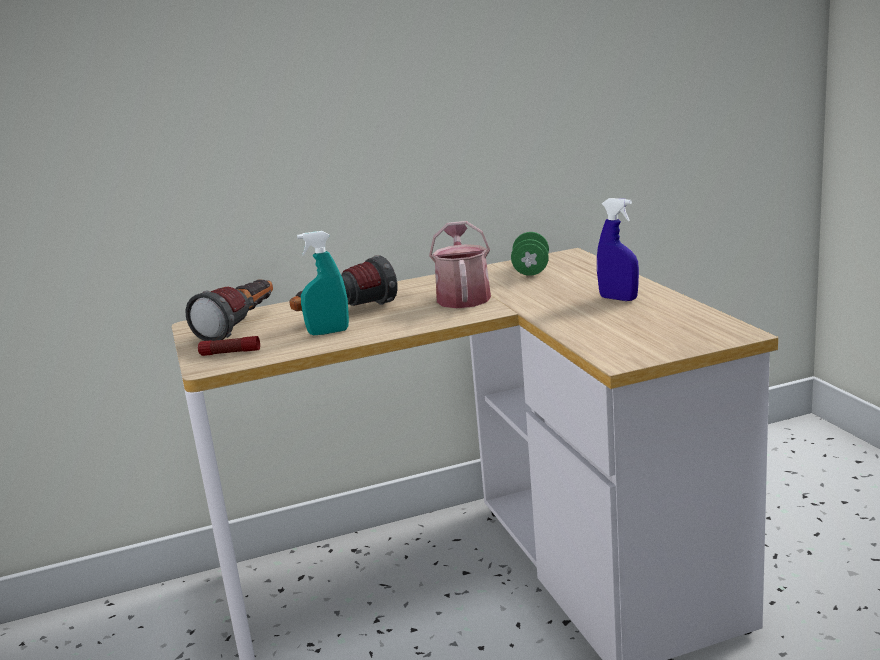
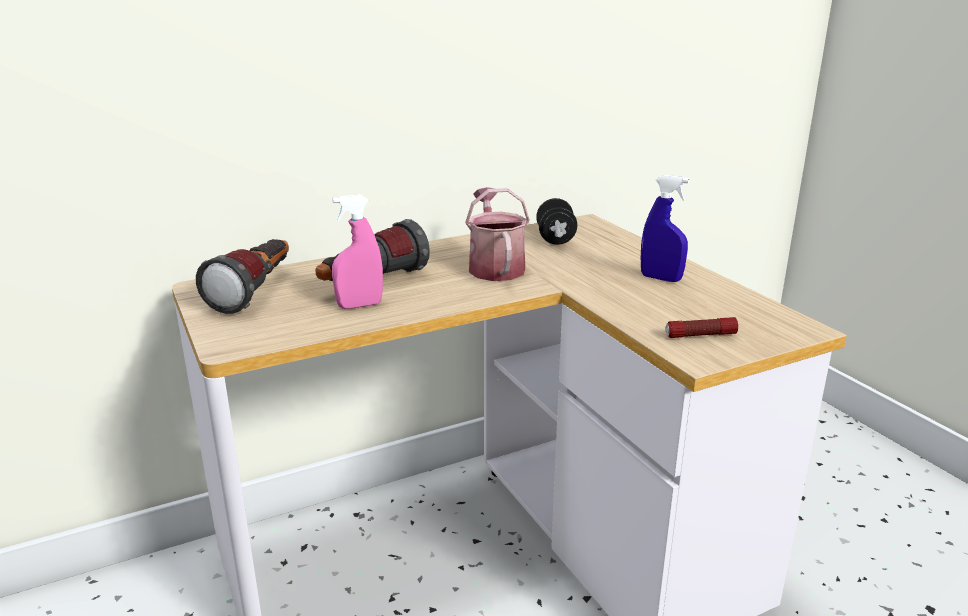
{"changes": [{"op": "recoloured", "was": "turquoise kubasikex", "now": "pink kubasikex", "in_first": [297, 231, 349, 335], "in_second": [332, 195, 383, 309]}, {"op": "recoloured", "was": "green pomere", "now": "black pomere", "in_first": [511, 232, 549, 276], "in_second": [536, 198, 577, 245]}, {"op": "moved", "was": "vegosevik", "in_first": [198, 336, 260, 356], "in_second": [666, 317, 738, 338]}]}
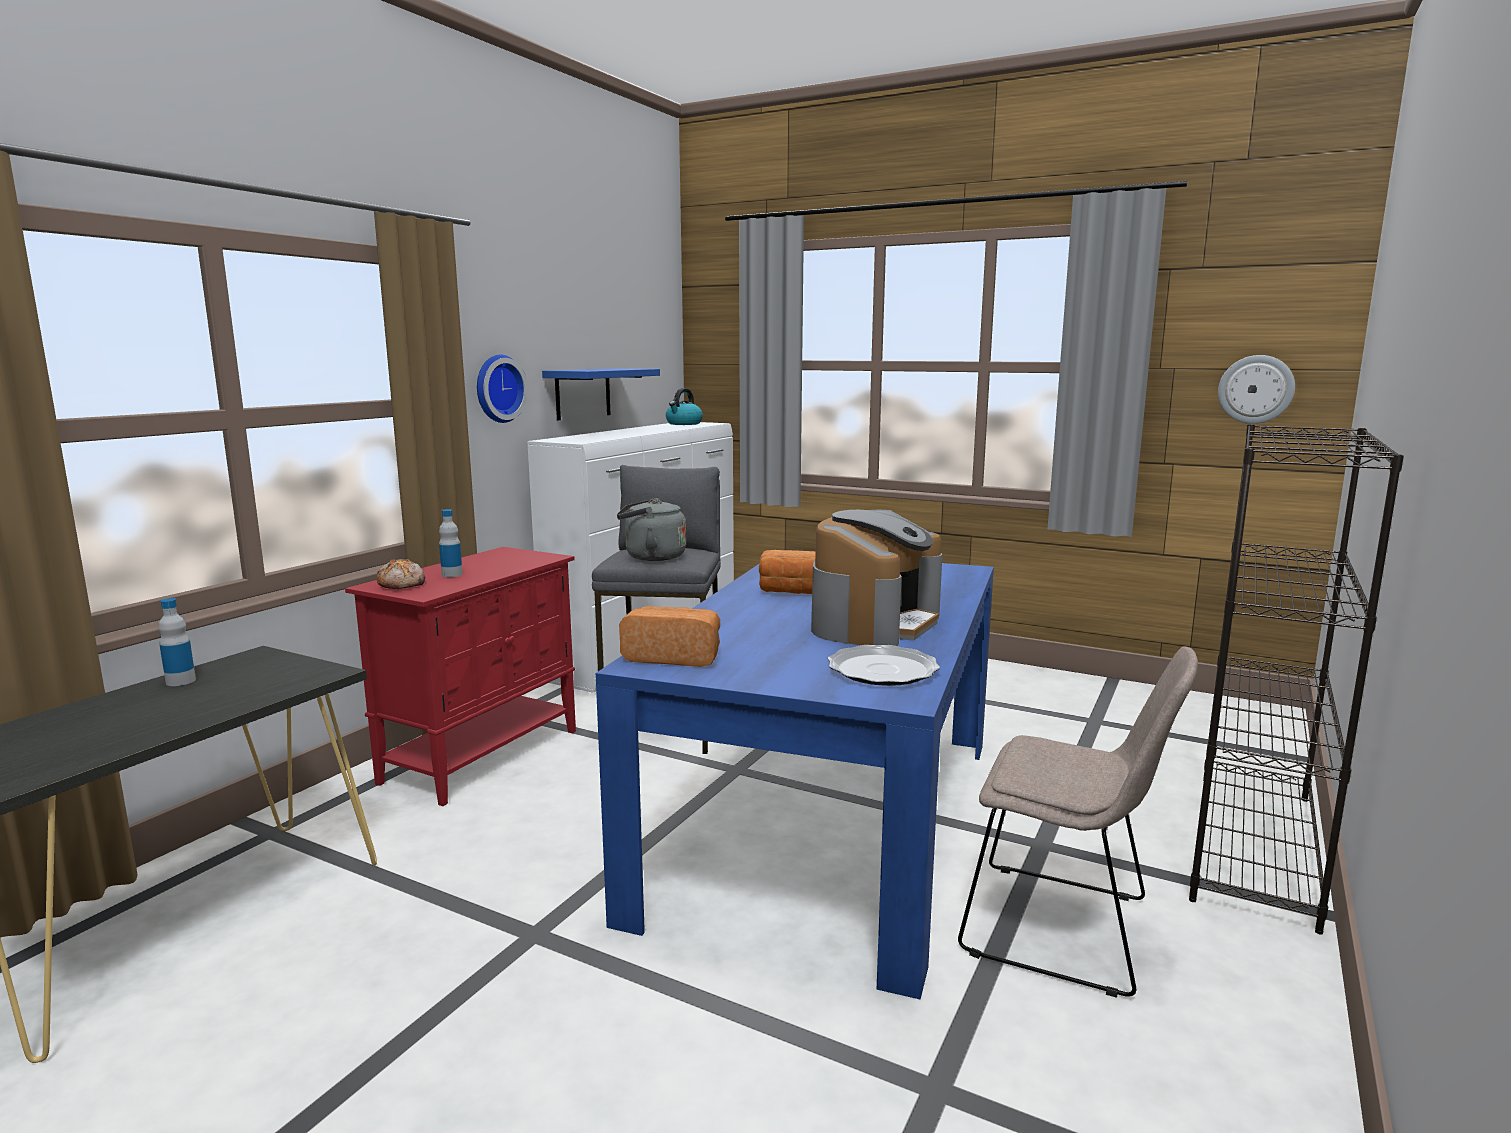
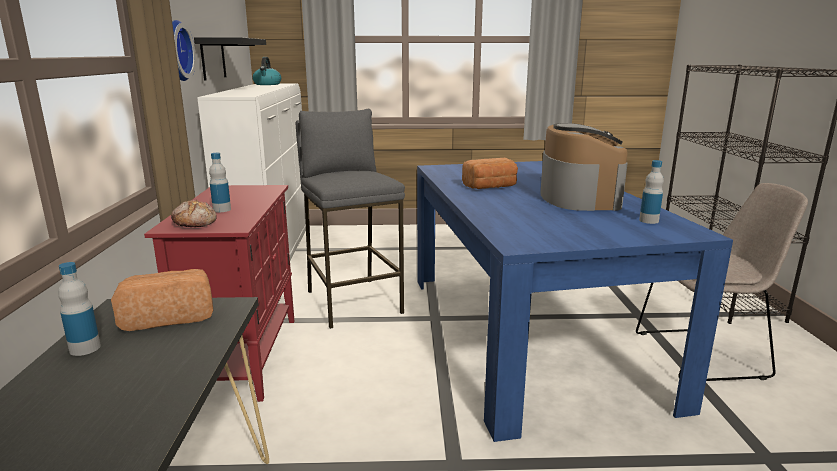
{"changes": [{"op": "moved", "was": "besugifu", "in_first": [619, 606, 720, 667], "in_second": [111, 269, 213, 331]}, {"op": "recoloured", "was": "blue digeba", "now": "black digeba", "in_first": [542, 368, 660, 420], "in_second": [194, 37, 266, 80]}, {"op": "replaced", "was": "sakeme", "now": "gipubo", "in_first": [828, 645, 940, 686], "in_second": [639, 160, 664, 224]}, {"op": "removed", "was": "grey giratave", "in_first": [617, 498, 686, 561]}, {"op": "removed", "was": "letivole", "in_first": [1218, 355, 1295, 424]}]}
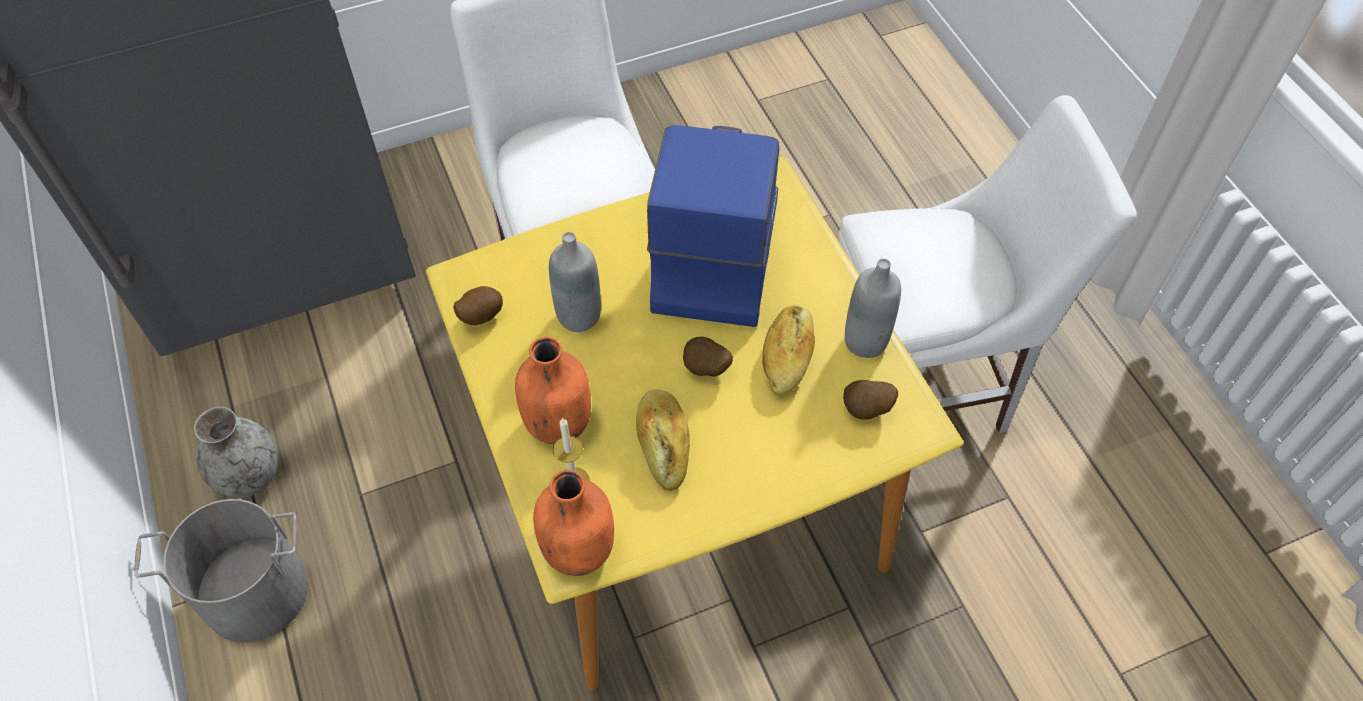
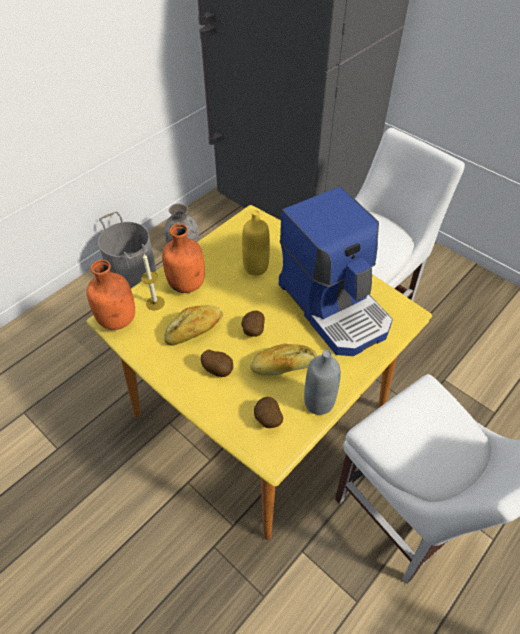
{"changes": [{"op": "moved", "was": "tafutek", "in_first": [453, 286, 503, 325], "in_second": [201, 350, 233, 377]}, {"op": "recoloured", "was": "grey gipubo", "now": "yellow gipubo", "in_first": [549, 232, 601, 332], "in_second": [242, 210, 270, 275]}, {"op": "turned", "was": "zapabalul", "in_first": [647, 125, 779, 327], "in_second": [279, 187, 393, 356], "clockwise": 75}]}
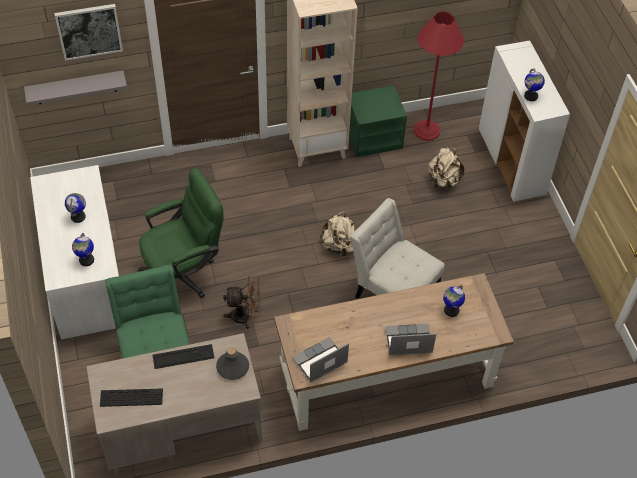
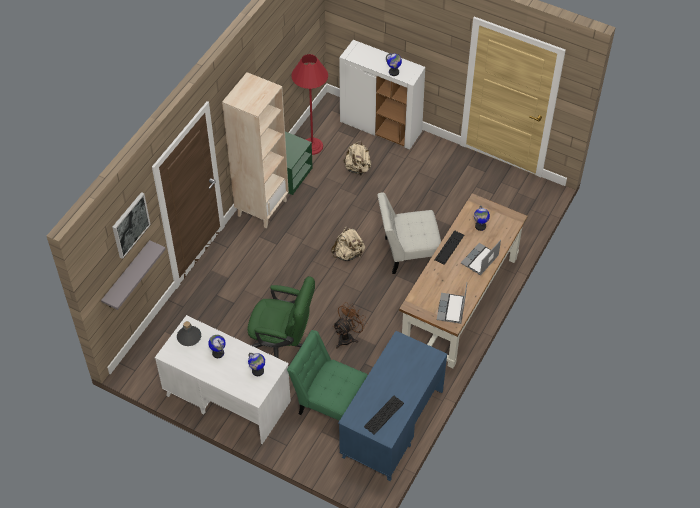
{"changes": [{"op": "moved", "was": "grey gipubo", "in_first": [216, 347, 249, 380], "in_second": [177, 321, 201, 346]}, {"op": "turned", "was": "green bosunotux", "in_first": [138, 168, 224, 298], "in_second": [247, 276, 315, 358], "clockwise": 90}, {"op": "recoloured", "was": "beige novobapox", "now": "blue novobapox", "in_first": [86, 333, 262, 476], "in_second": [338, 331, 447, 481]}, {"op": "moved", "was": "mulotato", "in_first": [153, 344, 214, 369], "in_second": [434, 230, 464, 265]}]}
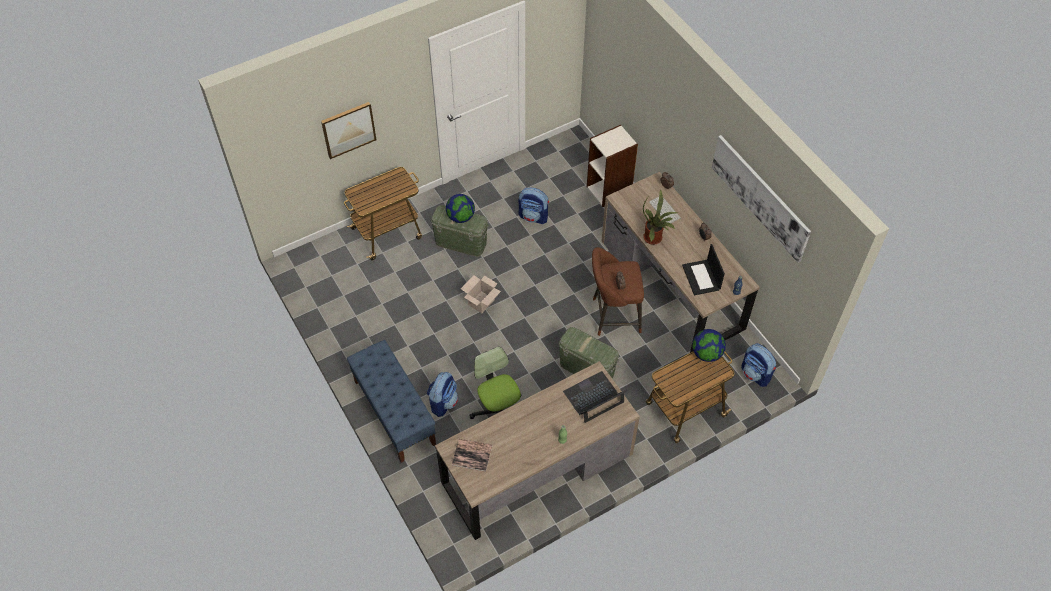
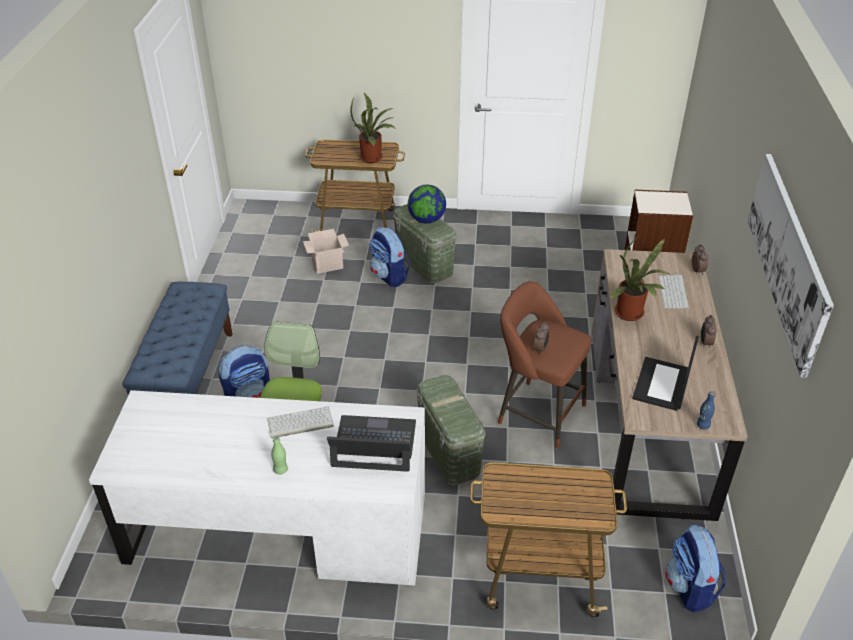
{"changes": [{"op": "recoloured", "was": "brown novobapox", "now": "white novobapox", "in_first": [435, 361, 640, 540], "in_second": [89, 390, 425, 586]}, {"op": "added", "now": "mulotato", "in_second": [267, 407, 334, 438]}, {"op": "moved", "was": "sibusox", "in_first": [461, 275, 501, 313], "in_second": [303, 229, 349, 274]}, {"op": "added", "now": "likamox", "in_second": [350, 93, 396, 163]}, {"op": "moved", "was": "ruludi", "in_first": [519, 188, 549, 224], "in_second": [369, 227, 410, 287]}, {"op": "removed", "was": "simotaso", "in_first": [321, 102, 377, 159]}, {"op": "removed", "was": "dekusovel", "in_first": [452, 439, 492, 472]}, {"op": "removed", "was": "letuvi", "in_first": [692, 329, 726, 362]}]}
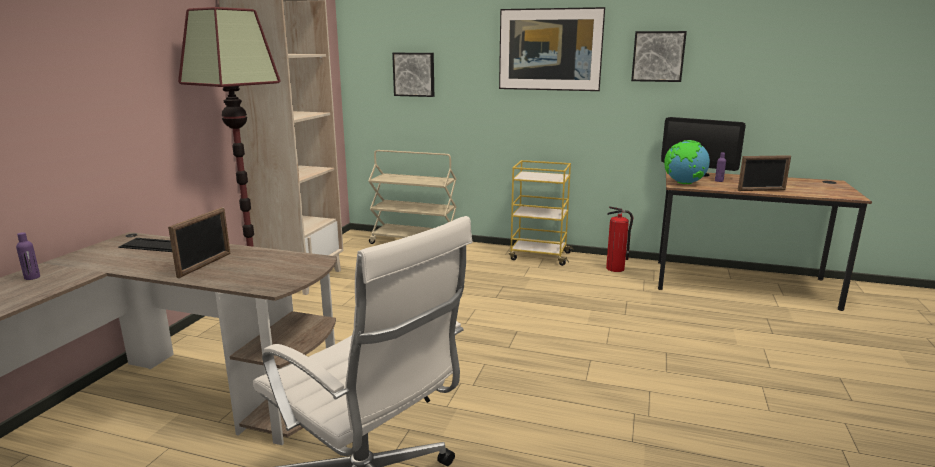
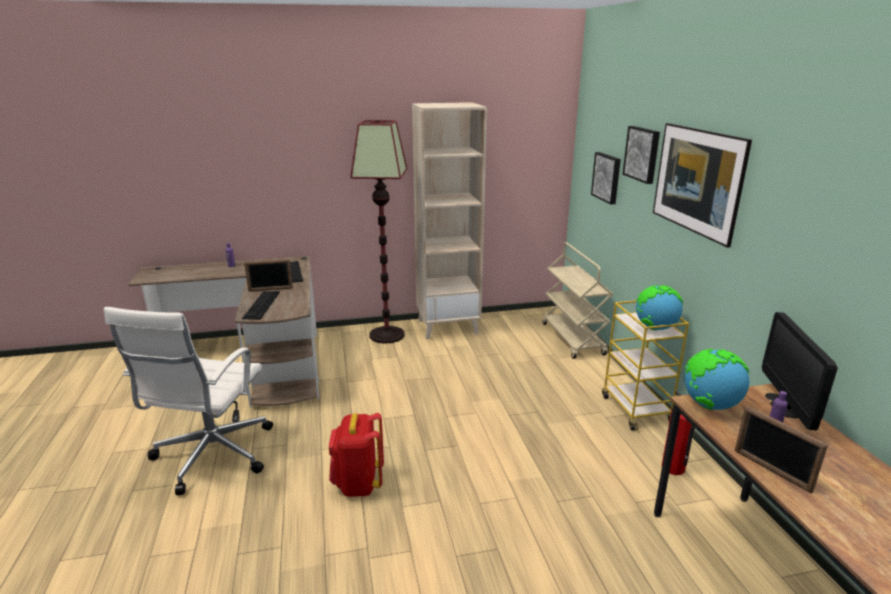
{"changes": [{"op": "added", "now": "mulotato", "in_second": [242, 291, 280, 319]}, {"op": "added", "now": "red ruludi", "in_second": [329, 413, 384, 497]}, {"op": "moved", "was": "simotaso", "in_first": [631, 31, 687, 82], "in_second": [623, 126, 660, 184]}, {"op": "added", "now": "letuvi", "in_second": [636, 285, 683, 331]}]}
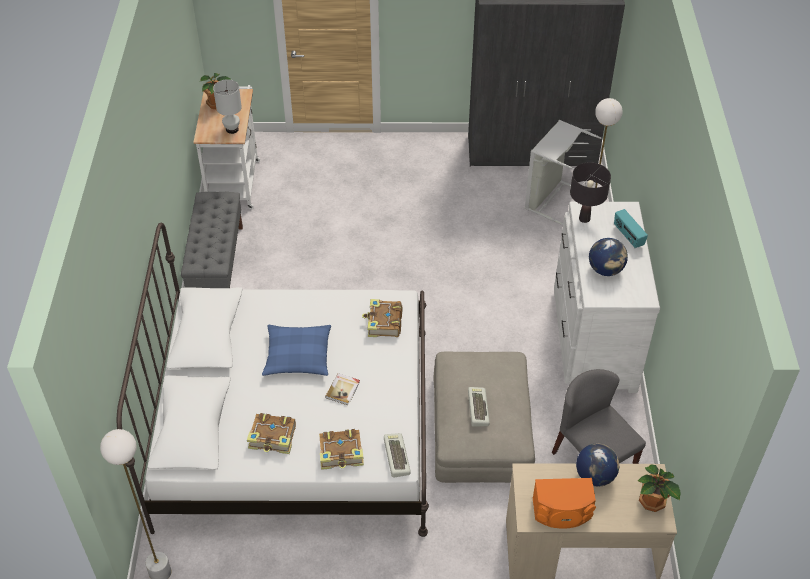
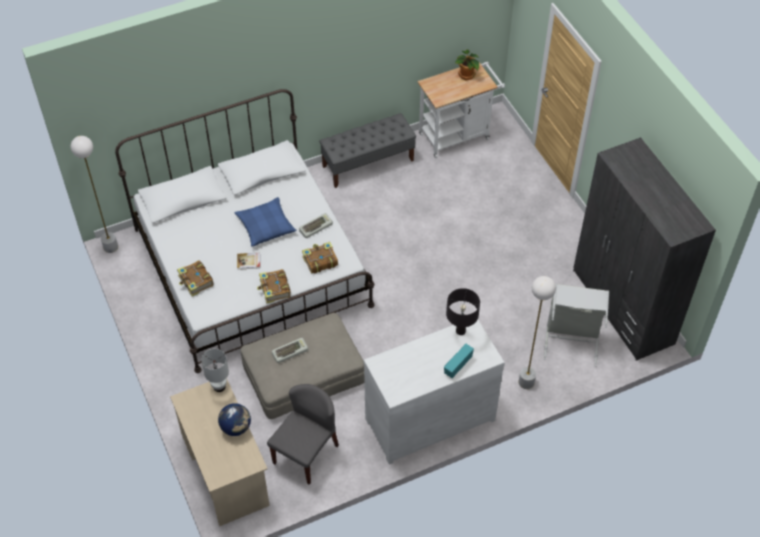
{"changes": [{"op": "moved", "was": "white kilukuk", "in_first": [213, 79, 242, 134], "in_second": [201, 349, 229, 392]}, {"op": "moved", "was": "dekusovel", "in_first": [247, 413, 296, 454], "in_second": [257, 269, 291, 304]}, {"op": "moved", "was": "mulotato", "in_first": [384, 433, 411, 478], "in_second": [299, 213, 333, 238]}, {"op": "removed", "was": "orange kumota", "in_first": [533, 478, 596, 529]}, {"op": "removed", "was": "letuvi", "in_first": [589, 238, 628, 276]}, {"op": "removed", "was": "likamox", "in_first": [638, 464, 681, 512]}]}
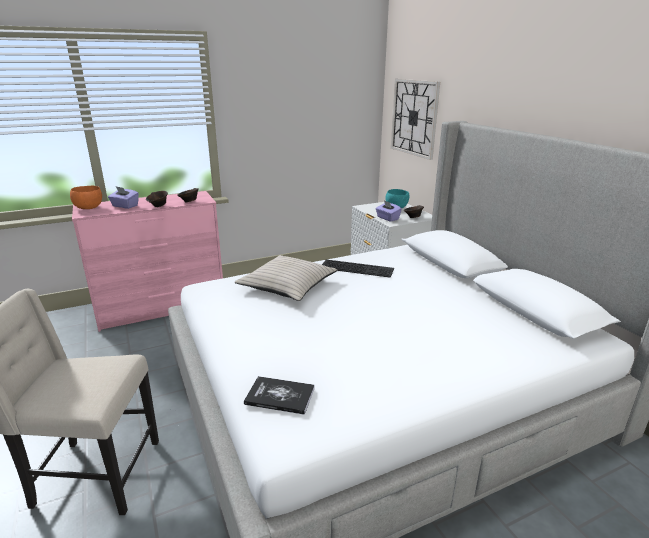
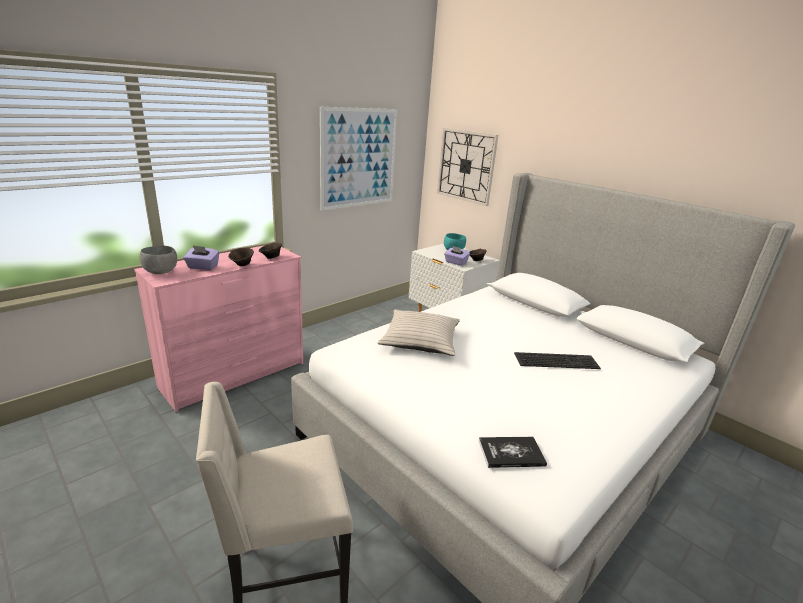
{"changes": [{"op": "recoloured", "was": "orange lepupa", "now": "grey lepupa", "in_first": [70, 186, 102, 209], "in_second": [139, 246, 177, 274]}, {"op": "added", "now": "simotaso", "in_second": [320, 107, 397, 211]}, {"op": "moved", "was": "mulotato", "in_first": [322, 259, 394, 278], "in_second": [514, 352, 601, 369]}]}
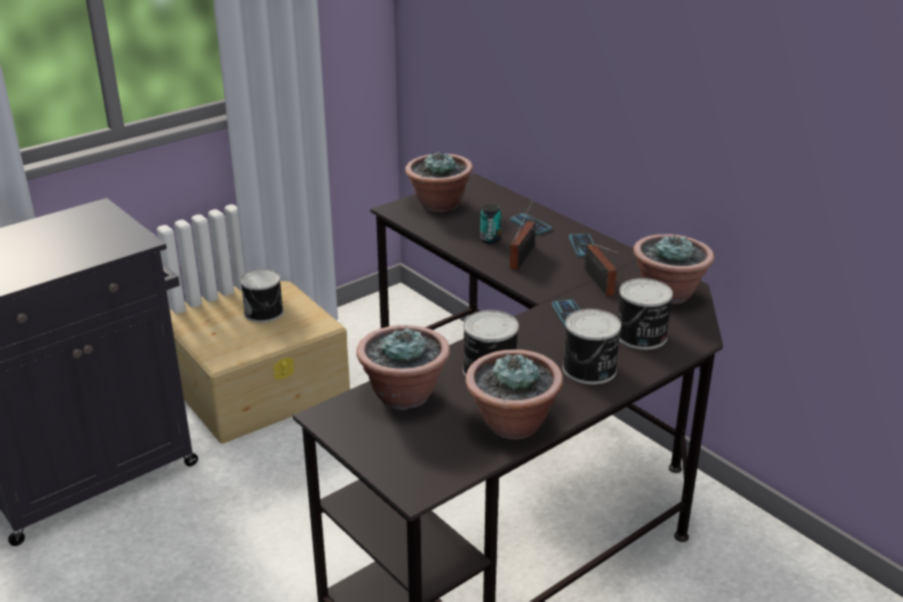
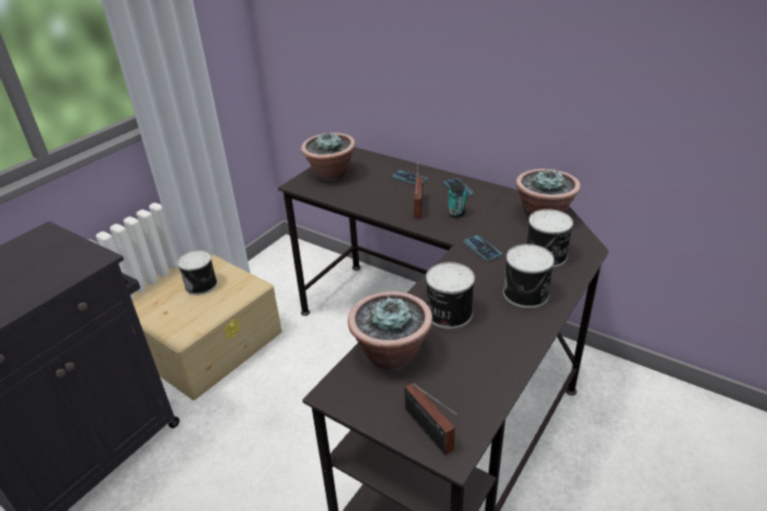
{"changes": [{"op": "moved", "was": "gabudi", "in_first": [584, 244, 620, 296], "in_second": [405, 382, 459, 455]}, {"op": "moved", "was": "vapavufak", "in_first": [480, 205, 501, 244], "in_second": [448, 184, 466, 218]}, {"op": "removed", "was": "likamox", "in_first": [466, 349, 563, 440]}]}
